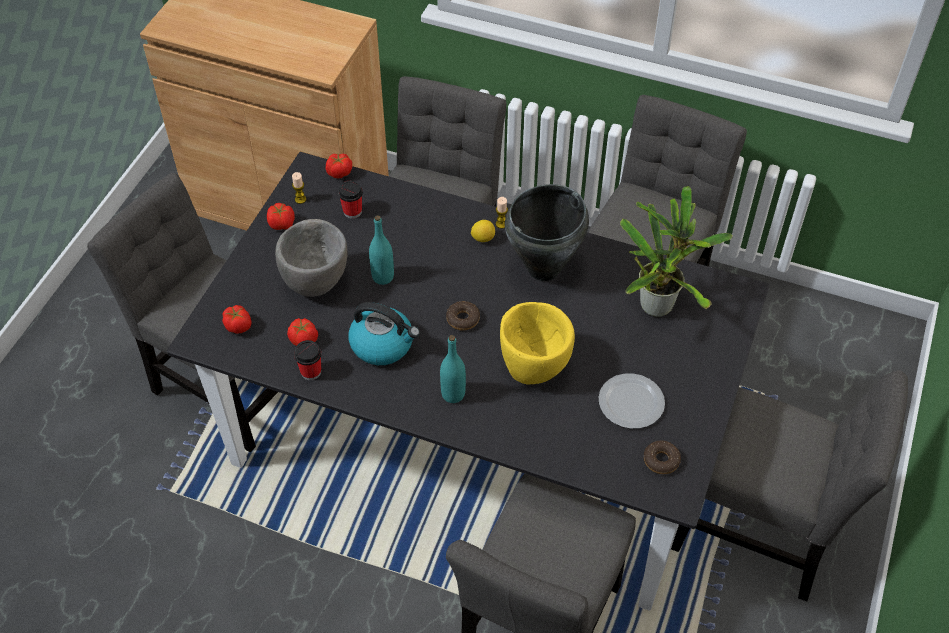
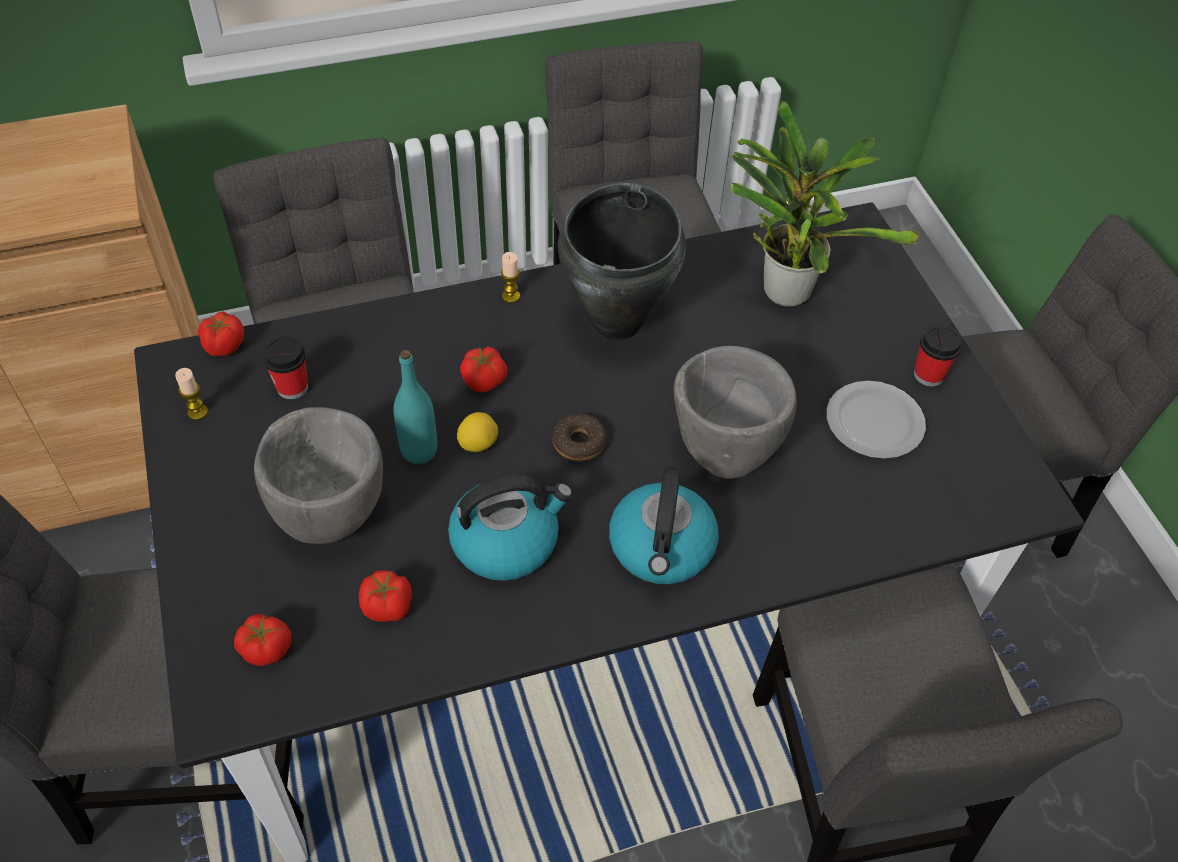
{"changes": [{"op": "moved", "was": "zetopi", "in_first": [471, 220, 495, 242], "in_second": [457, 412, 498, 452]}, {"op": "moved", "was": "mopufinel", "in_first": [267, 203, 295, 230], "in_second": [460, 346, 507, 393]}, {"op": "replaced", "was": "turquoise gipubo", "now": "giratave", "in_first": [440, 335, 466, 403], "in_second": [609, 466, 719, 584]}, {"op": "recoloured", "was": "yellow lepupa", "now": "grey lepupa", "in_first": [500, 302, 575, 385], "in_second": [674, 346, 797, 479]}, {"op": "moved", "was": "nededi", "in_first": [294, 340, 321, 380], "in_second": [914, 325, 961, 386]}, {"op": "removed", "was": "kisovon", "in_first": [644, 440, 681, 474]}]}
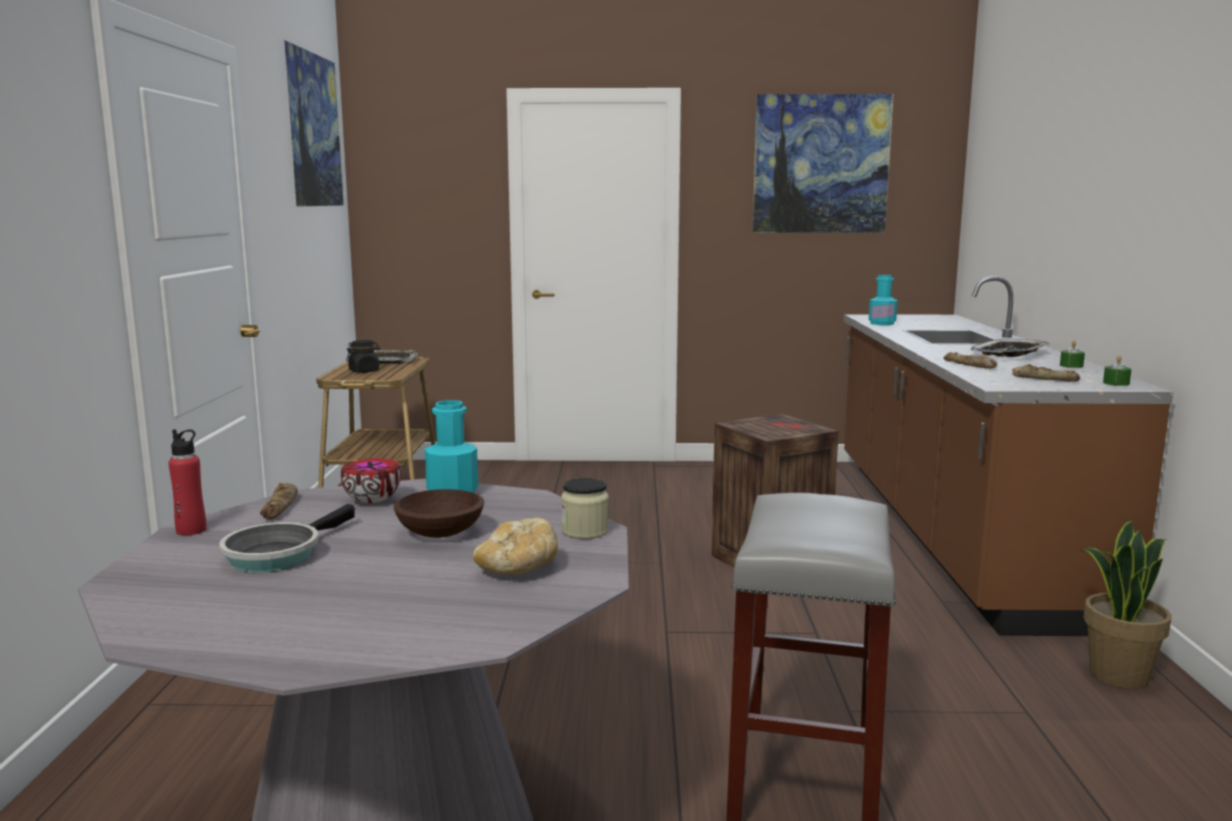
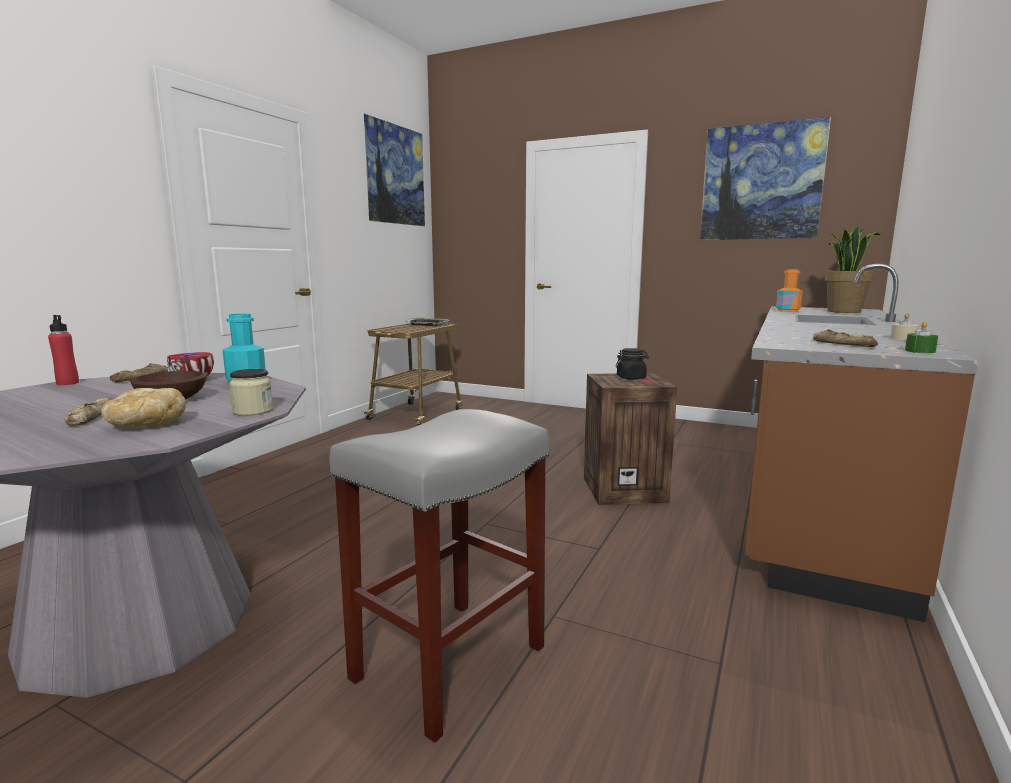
{"changes": [{"op": "moved", "was": "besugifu", "in_first": [943, 352, 997, 369], "in_second": [65, 396, 115, 426]}, {"op": "moved", "was": "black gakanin", "in_first": [346, 340, 380, 373], "in_second": [616, 348, 649, 380]}, {"op": "recoloured", "was": "turquoise gipubo", "now": "orange gipubo", "in_first": [869, 275, 898, 325], "in_second": [776, 269, 803, 312]}, {"op": "moved", "was": "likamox", "in_first": [1080, 521, 1172, 689], "in_second": [824, 226, 880, 313]}, {"op": "recoloured", "was": "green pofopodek", "now": "beige pofopodek", "in_first": [1060, 340, 1085, 368], "in_second": [891, 313, 919, 340]}, {"op": "removed", "was": "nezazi", "in_first": [219, 504, 355, 572]}, {"op": "removed", "was": "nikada", "in_first": [971, 339, 1049, 357]}]}
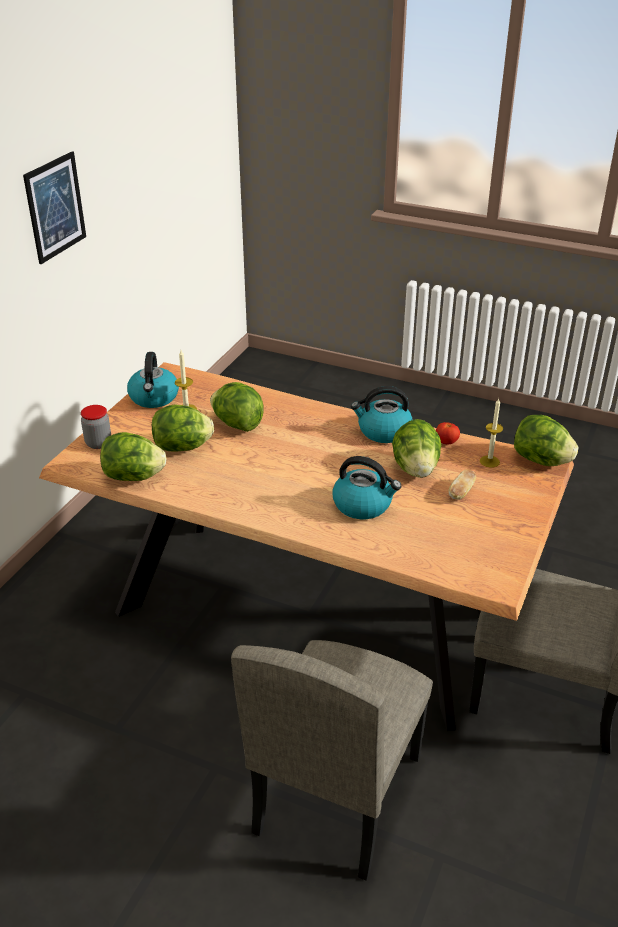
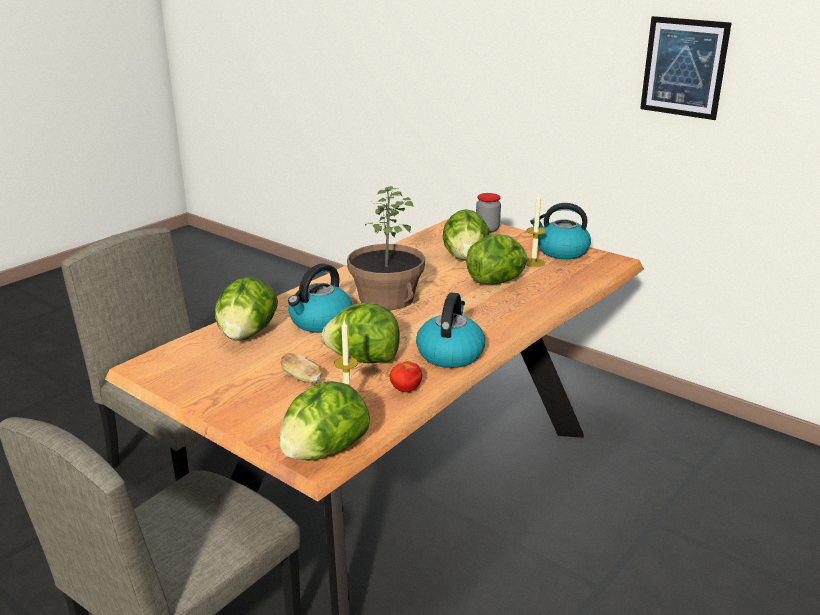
{"changes": [{"op": "moved", "was": "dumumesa", "in_first": [100, 432, 167, 481], "in_second": [215, 277, 278, 341]}, {"op": "added", "now": "likamox", "in_second": [347, 186, 425, 310]}]}
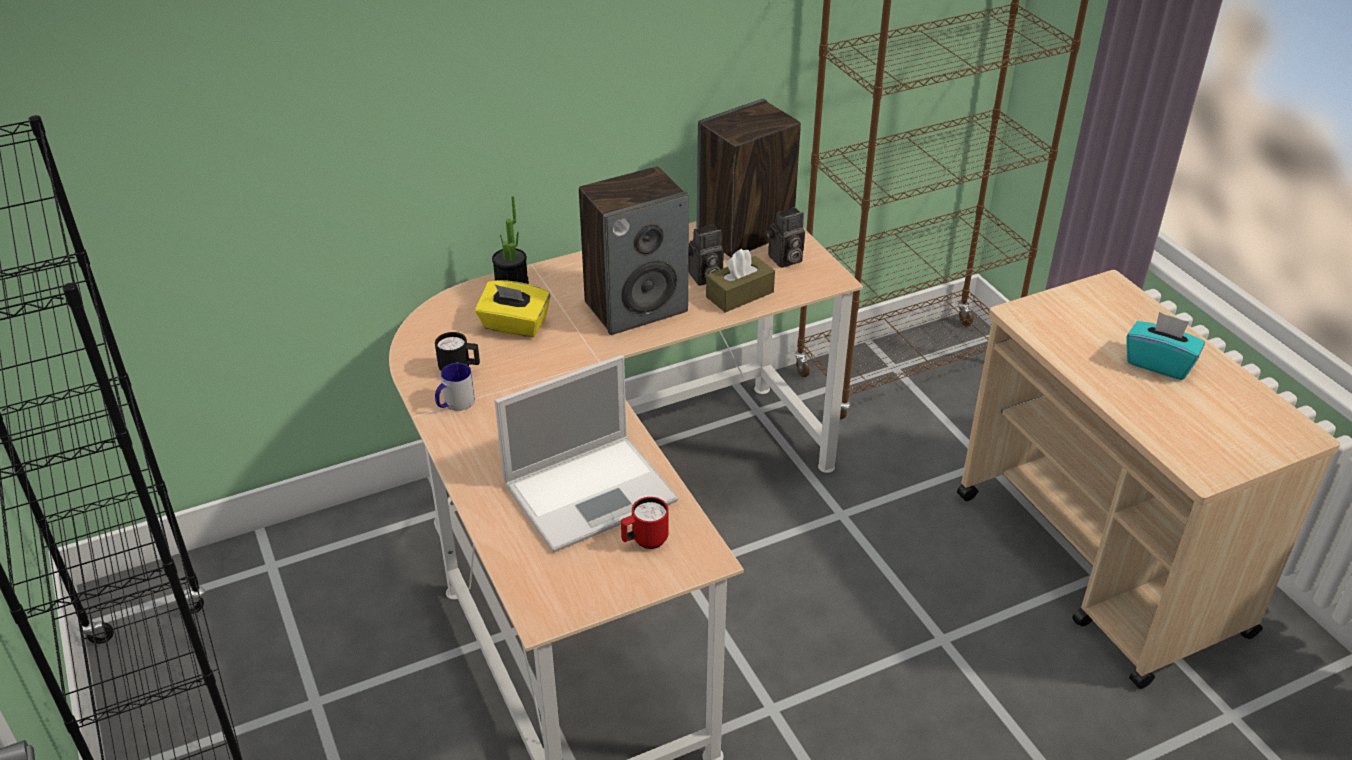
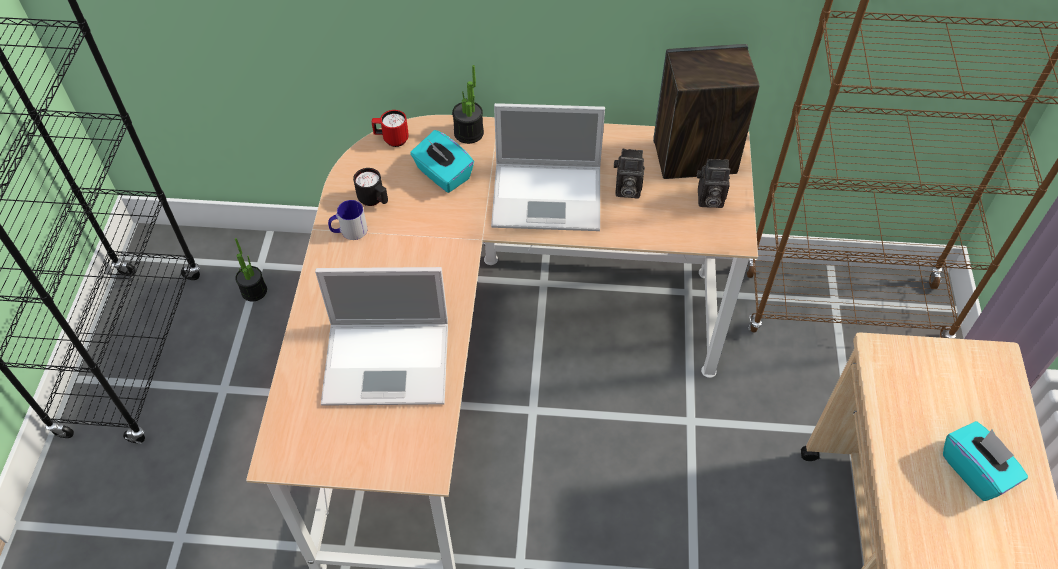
{"changes": [{"op": "added", "now": "likamox", "in_second": [235, 238, 267, 302]}, {"op": "moved", "was": "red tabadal", "in_first": [621, 497, 669, 549], "in_second": [371, 110, 409, 147]}, {"op": "recoloured", "was": "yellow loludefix", "now": "turquoise loludefix", "in_first": [475, 280, 550, 338], "in_second": [410, 130, 474, 193]}, {"op": "replaced", "was": "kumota", "now": "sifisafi", "in_first": [579, 166, 689, 335], "in_second": [491, 103, 605, 231]}, {"op": "removed", "was": "brown loludefix", "in_first": [706, 249, 775, 312]}]}
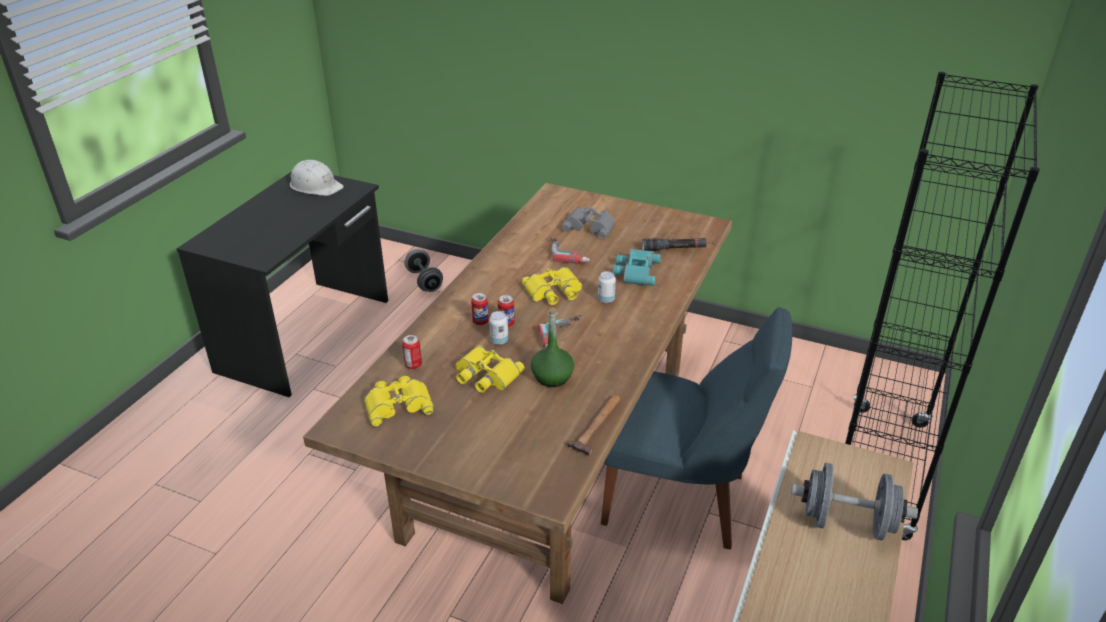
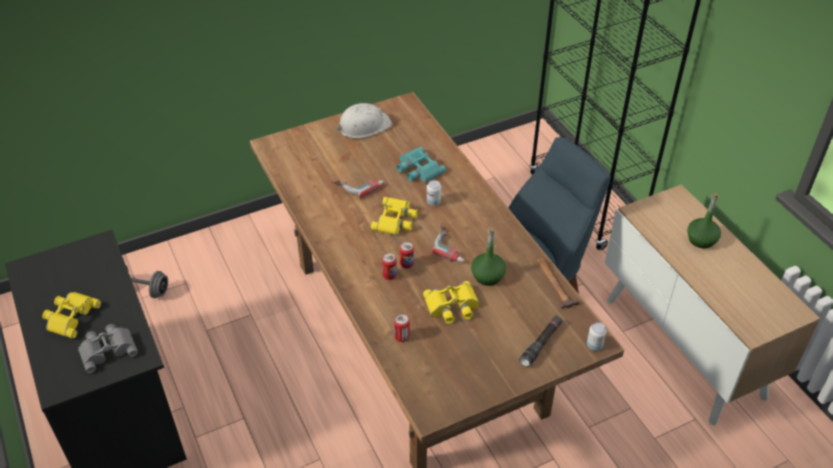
{"changes": [{"op": "moved", "was": "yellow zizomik", "in_first": [364, 376, 434, 427], "in_second": [42, 292, 101, 339]}, {"op": "moved", "was": "grey zizomik", "in_first": [561, 207, 616, 239], "in_second": [78, 324, 138, 373]}, {"op": "moved", "was": "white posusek", "in_first": [289, 160, 344, 196], "in_second": [336, 103, 392, 138]}, {"op": "moved", "was": "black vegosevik", "in_first": [642, 238, 707, 251], "in_second": [519, 315, 562, 367]}, {"op": "moved", "was": "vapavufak", "in_first": [489, 311, 508, 345], "in_second": [587, 322, 606, 351]}, {"op": "replaced", "was": "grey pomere", "now": "green gipubo", "in_first": [791, 463, 918, 540], "in_second": [687, 193, 721, 248]}]}
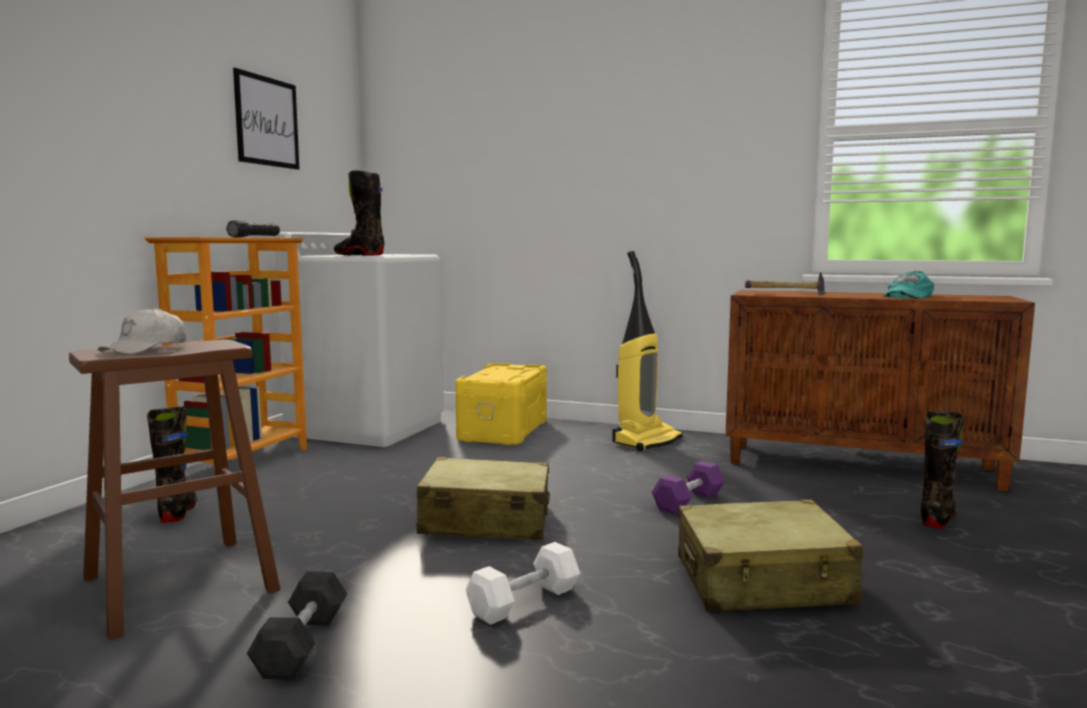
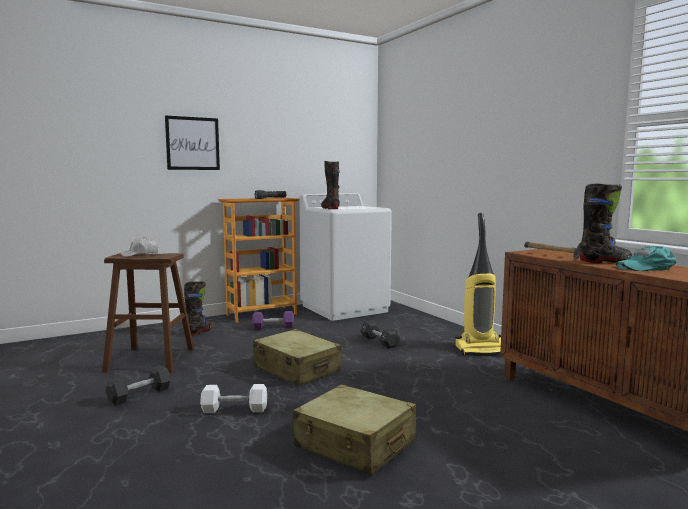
{"changes": [{"op": "moved", "was": "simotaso", "in_first": [233, 68, 299, 170], "in_second": [165, 116, 220, 170]}, {"op": "moved", "was": "purple pomere", "in_first": [652, 461, 725, 514], "in_second": [252, 311, 294, 330]}, {"op": "added", "now": "black pomere", "in_second": [360, 321, 400, 349]}, {"op": "moved", "was": "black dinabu", "in_first": [921, 411, 964, 529], "in_second": [580, 183, 632, 263]}, {"op": "removed", "was": "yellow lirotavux", "in_first": [455, 363, 547, 445]}]}
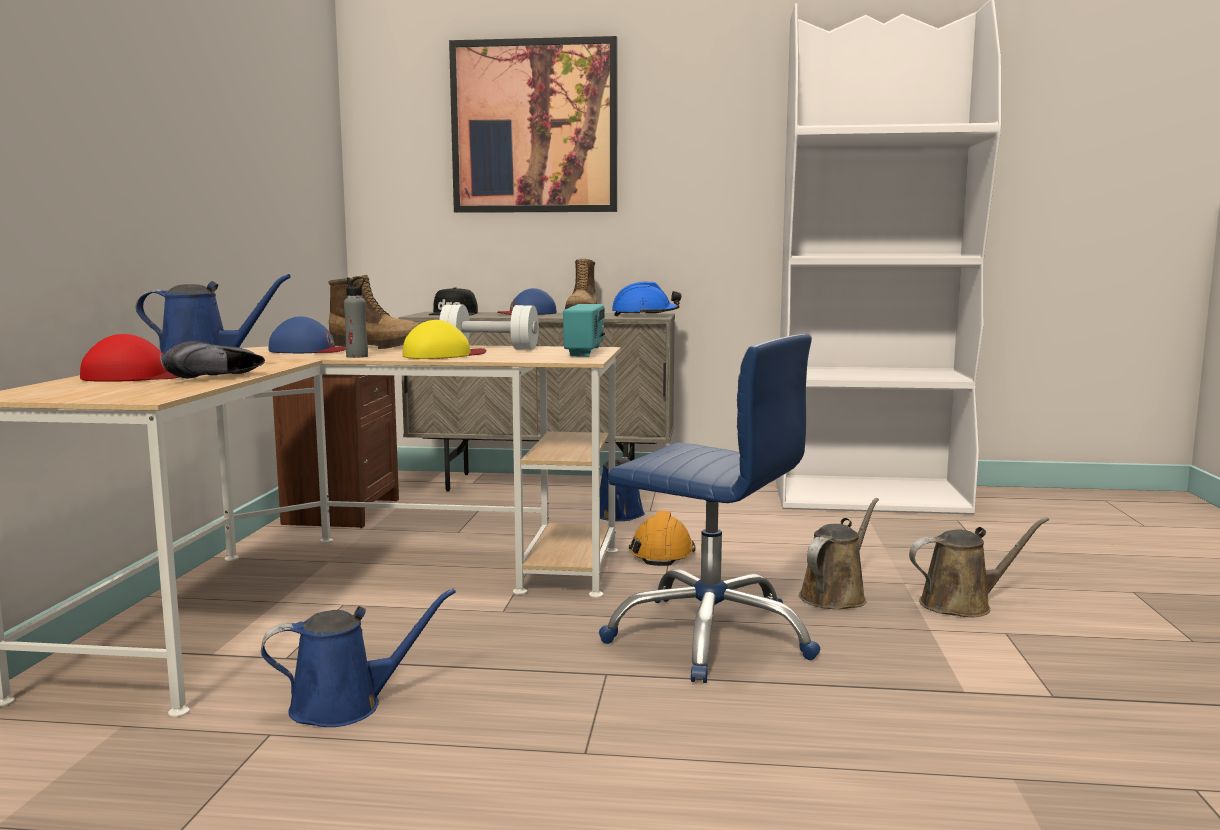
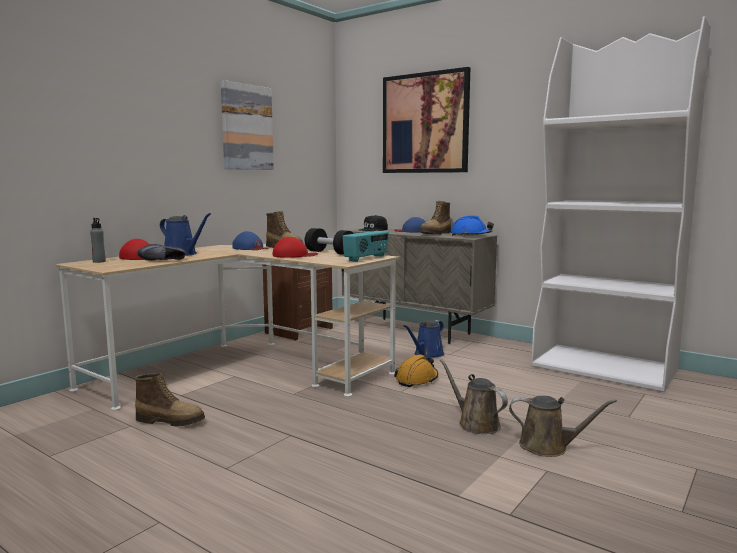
{"changes": [{"op": "moved", "was": "grey gipubo", "in_first": [344, 277, 368, 358], "in_second": [90, 218, 106, 263]}, {"op": "replaced", "was": "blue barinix", "now": "dinabu", "in_first": [261, 588, 456, 727], "in_second": [135, 373, 205, 426]}, {"op": "added", "now": "simotaso", "in_second": [221, 80, 274, 170]}, {"op": "recoloured", "was": "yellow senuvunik", "now": "red senuvunik", "in_first": [402, 320, 487, 359], "in_second": [272, 237, 318, 258]}, {"op": "recoloured", "was": "white pomere", "now": "black pomere", "in_first": [439, 305, 539, 349], "in_second": [305, 228, 354, 255]}, {"op": "turned", "was": "brown barinix", "in_first": [799, 498, 879, 610], "in_second": [440, 359, 508, 434], "clockwise": -105}, {"op": "removed", "was": "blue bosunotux", "in_first": [599, 334, 821, 683]}]}
